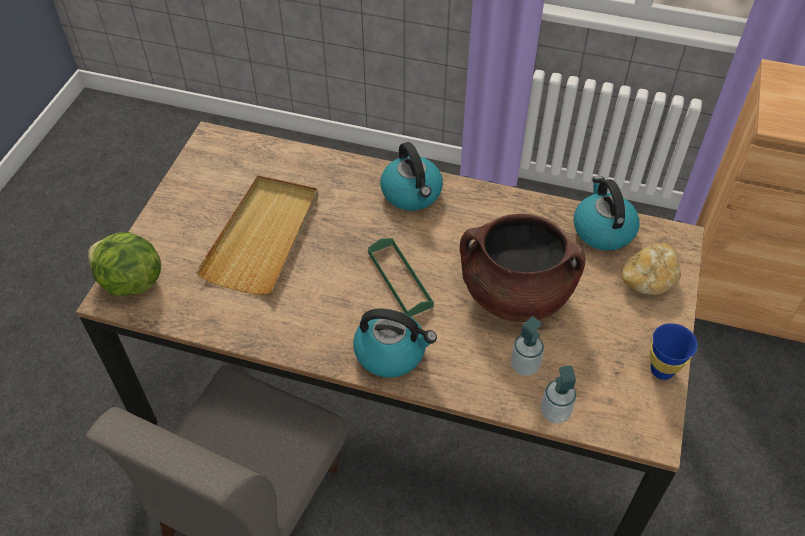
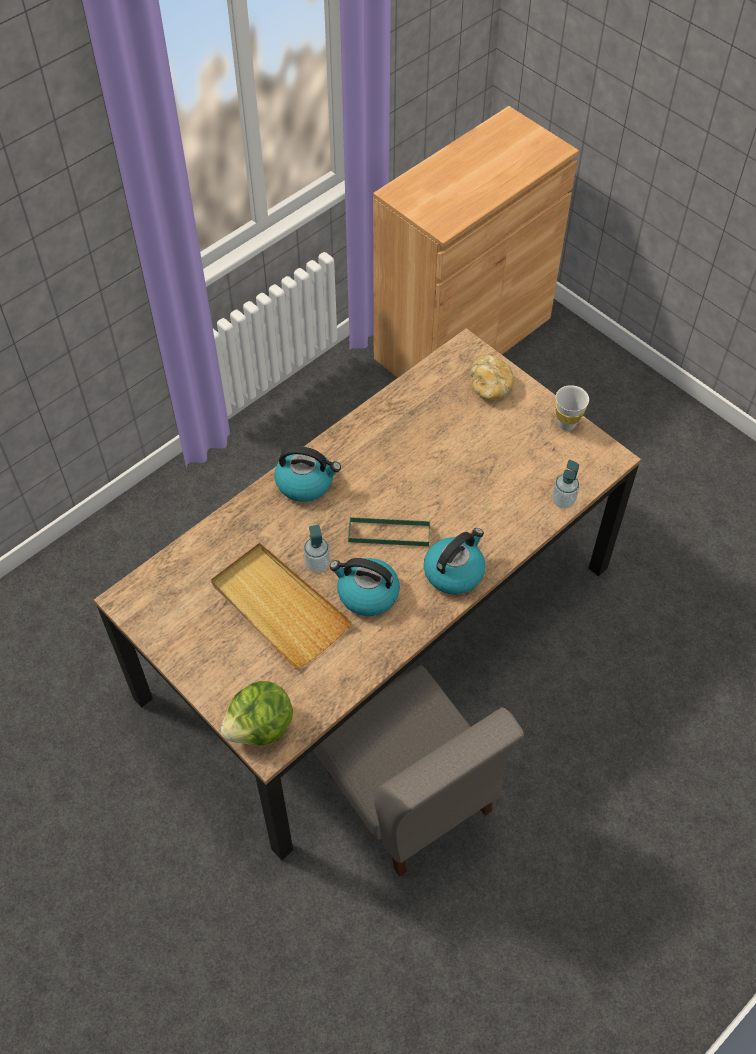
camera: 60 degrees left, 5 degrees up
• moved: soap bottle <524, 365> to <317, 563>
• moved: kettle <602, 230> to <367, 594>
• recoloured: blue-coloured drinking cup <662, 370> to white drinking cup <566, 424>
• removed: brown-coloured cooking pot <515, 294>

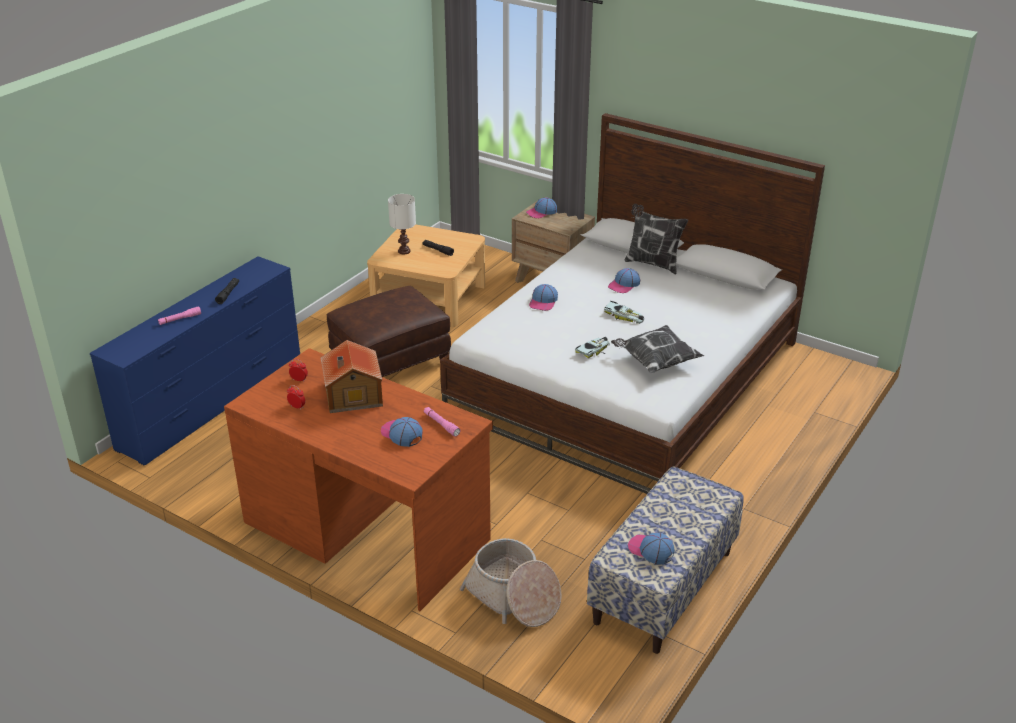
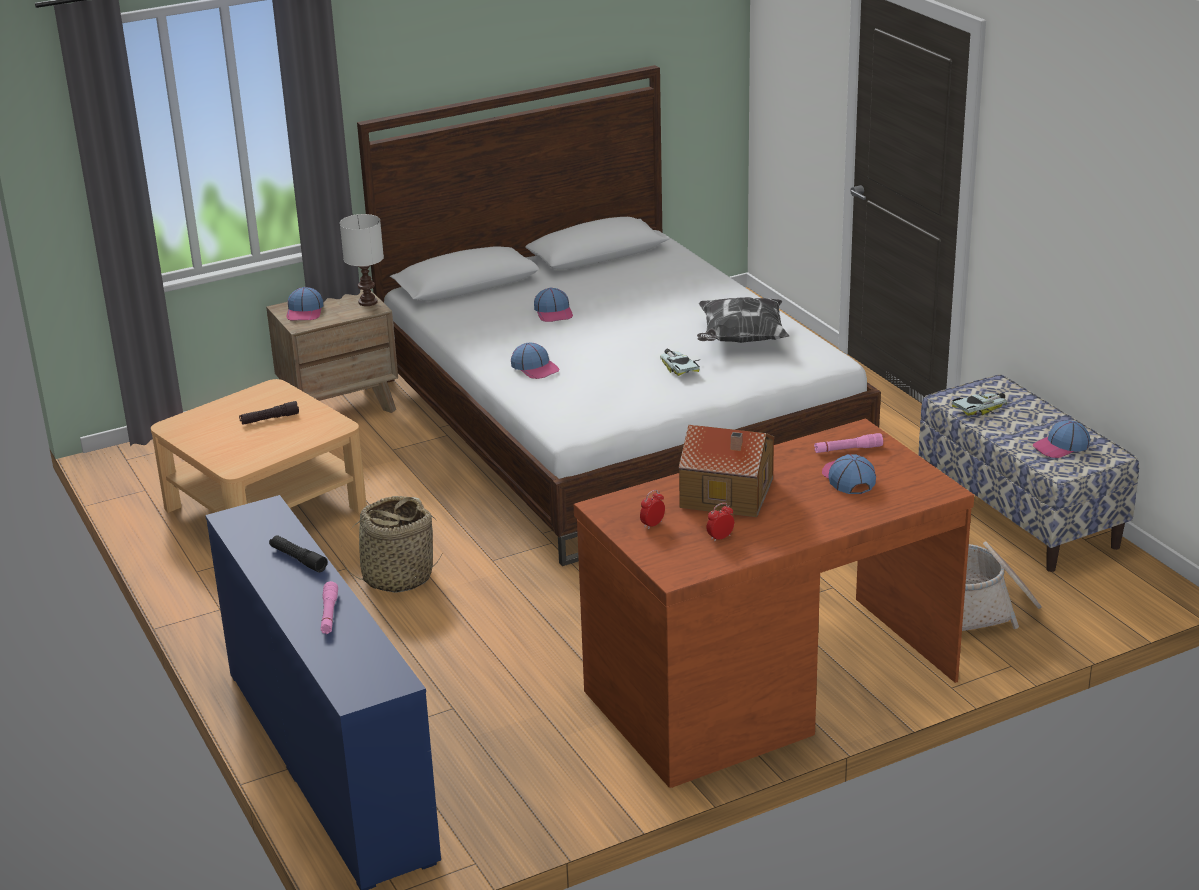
camera: 60 degrees left, 5 degrees down
• moved: white tabletop lamp <404, 251> to <368, 302>
• replaced: brown-coloured ottoman <391, 362> to storage basket <397, 577>
• turned: baseball cap <401, 434> = <847, 478> 90 degrees clockwise
• moved: model car <624, 316> to <981, 408>
• removed: pillow <652, 263>

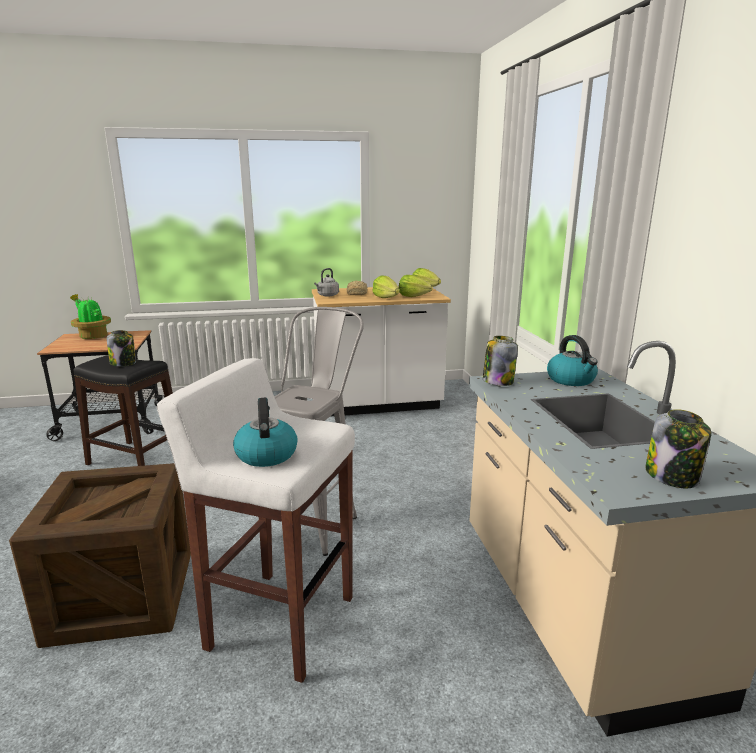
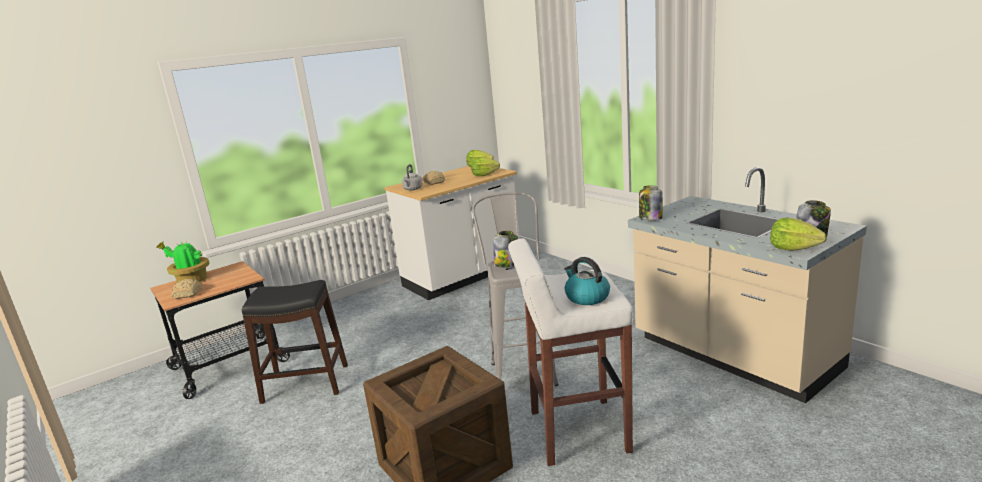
camera: 25 degrees left, 0 degrees up
• added: bread <188, 294>
• moved: jar <123, 363> to <506, 264>
• moved: lettuce <386, 298> to <793, 248>
• removed: kettle <571, 380>

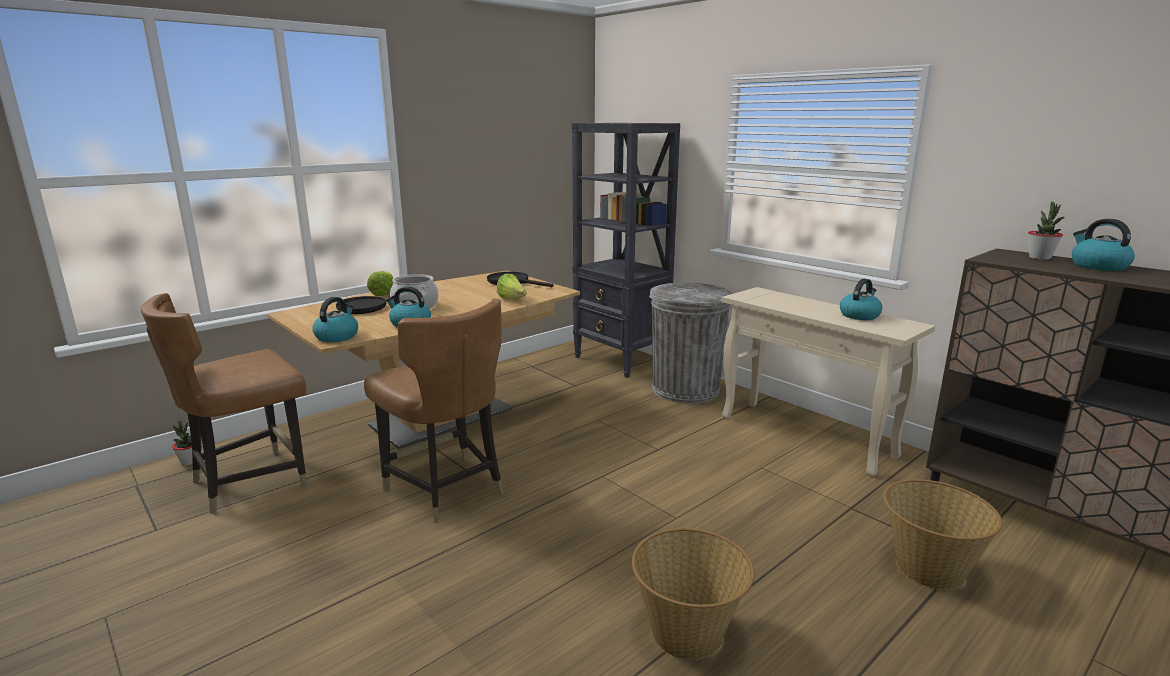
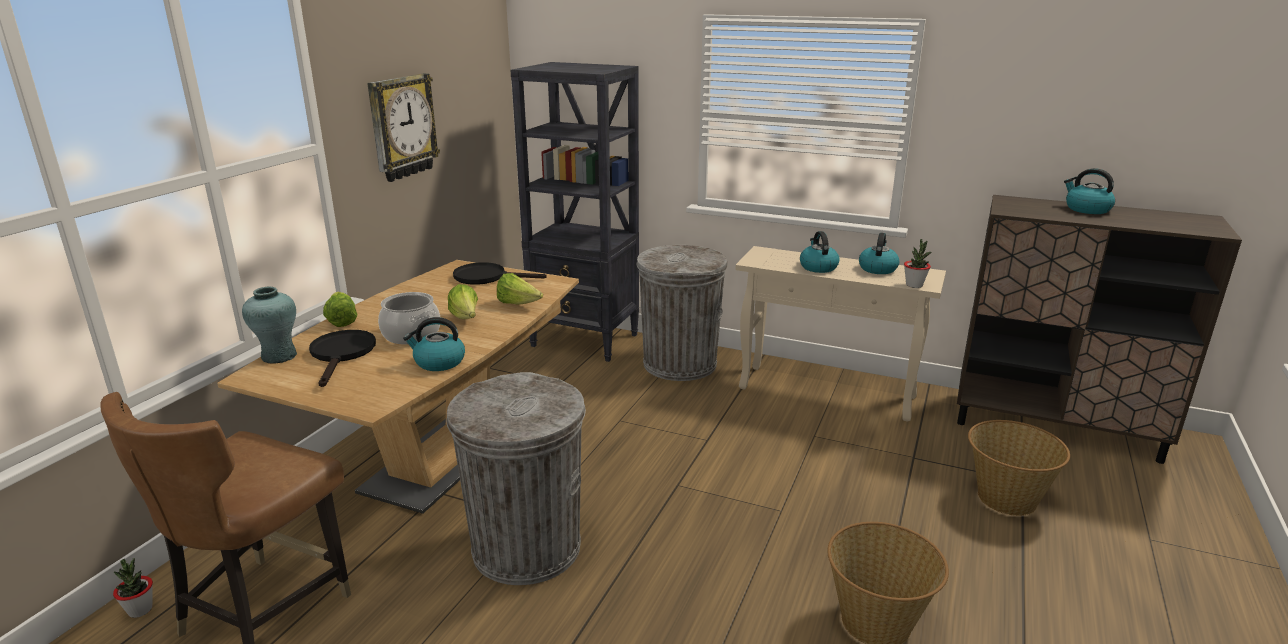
camera: 25 degrees left, 5 degrees up
• added: turquoise decorative vase <279, 356>
• added: hanging clock <402, 127>
• replaced: brown-coloured upright chair <446, 489> to grey waste bin <526, 548>
• added: lettuce <466, 318>
• moved: kettle <337, 336> to <818, 267>
• moved: potted plant <1039, 258> to <914, 285>

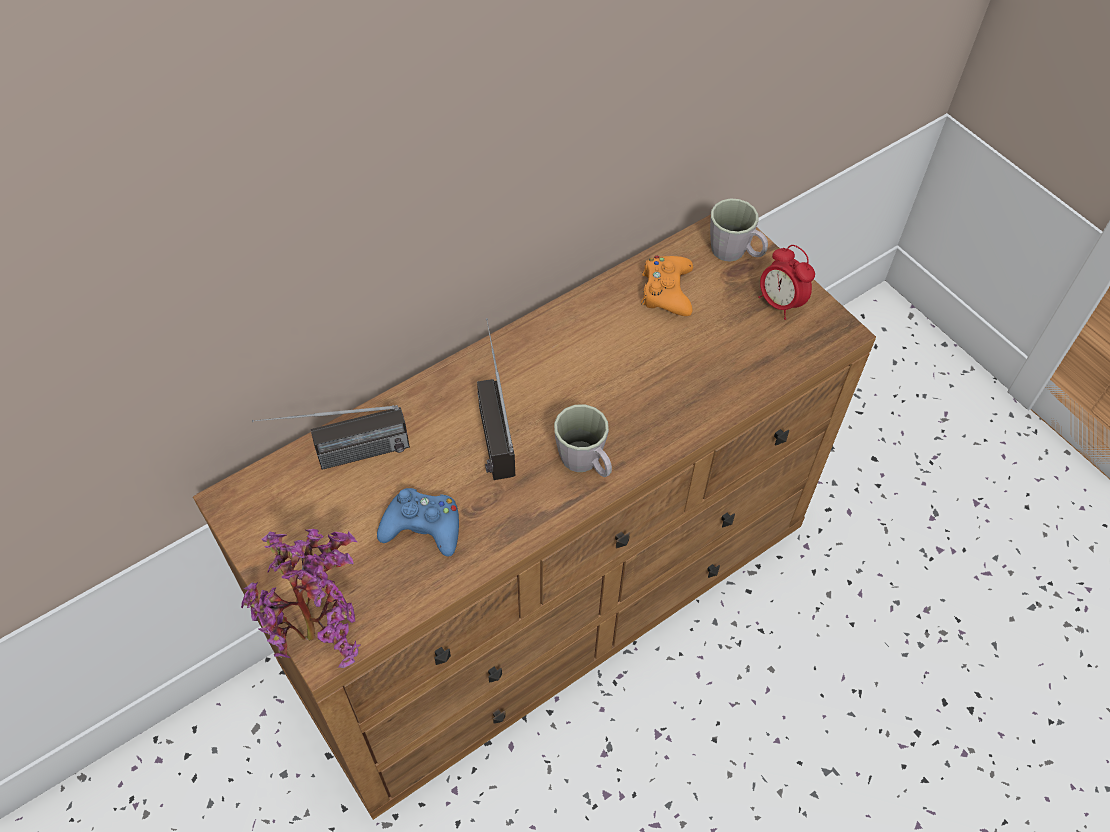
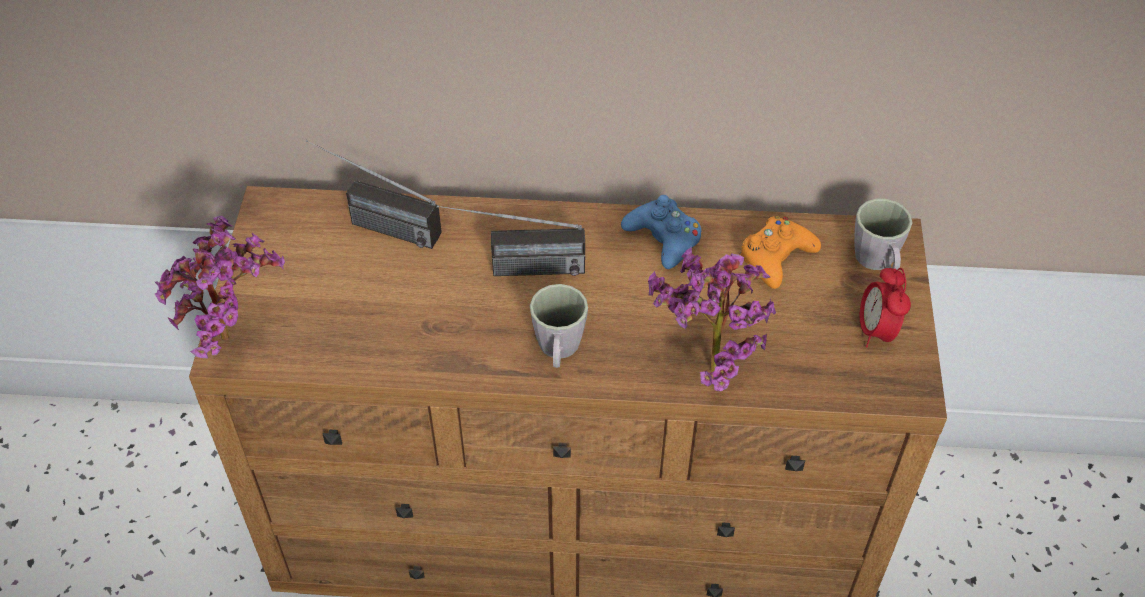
camera: 40 degrees right, 5 degrees down
• turned: radio <490, 422> = <513, 269> 120 degrees counterclockwise
• moved: blue-coloured joypad <423, 527> to <664, 238>
• added: potted plant <706, 365>

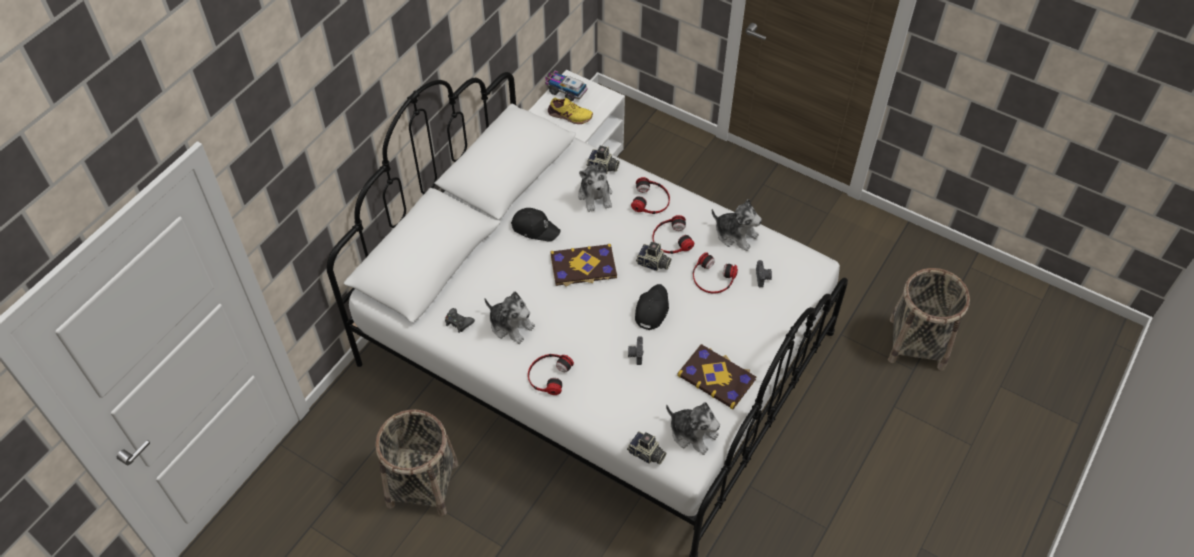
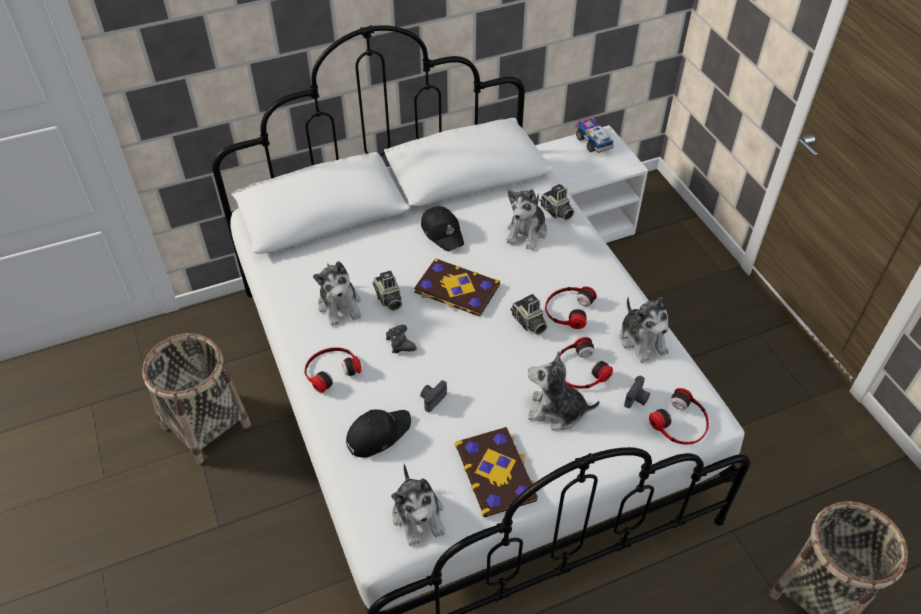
camera: 35 degrees right, 5 degrees down
• moved: black-coloured baseball cap <651, 309> to <377, 434>
• moved: still camera <646, 454> to <388, 299>
• moved: black-coloured joypad <458, 322> to <400, 343>
• added: plush toy <556, 411>
• moved: headset <651, 200> to <681, 423>
• removed: yellowish low shoe <569, 116>

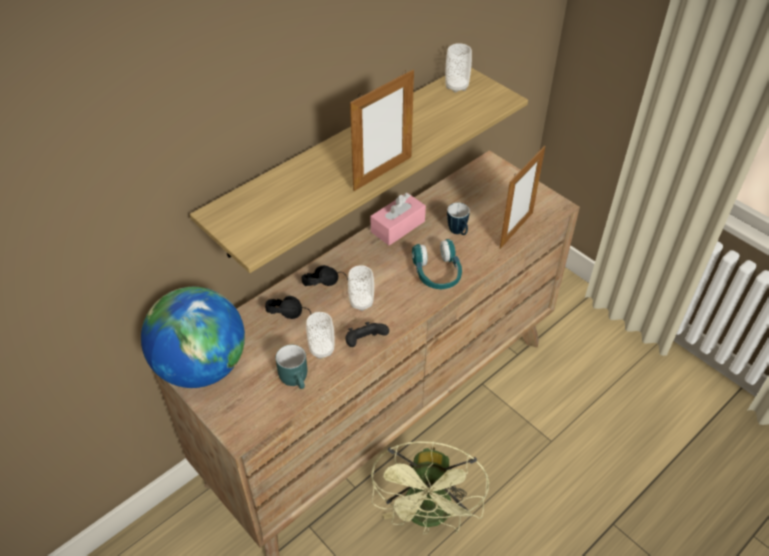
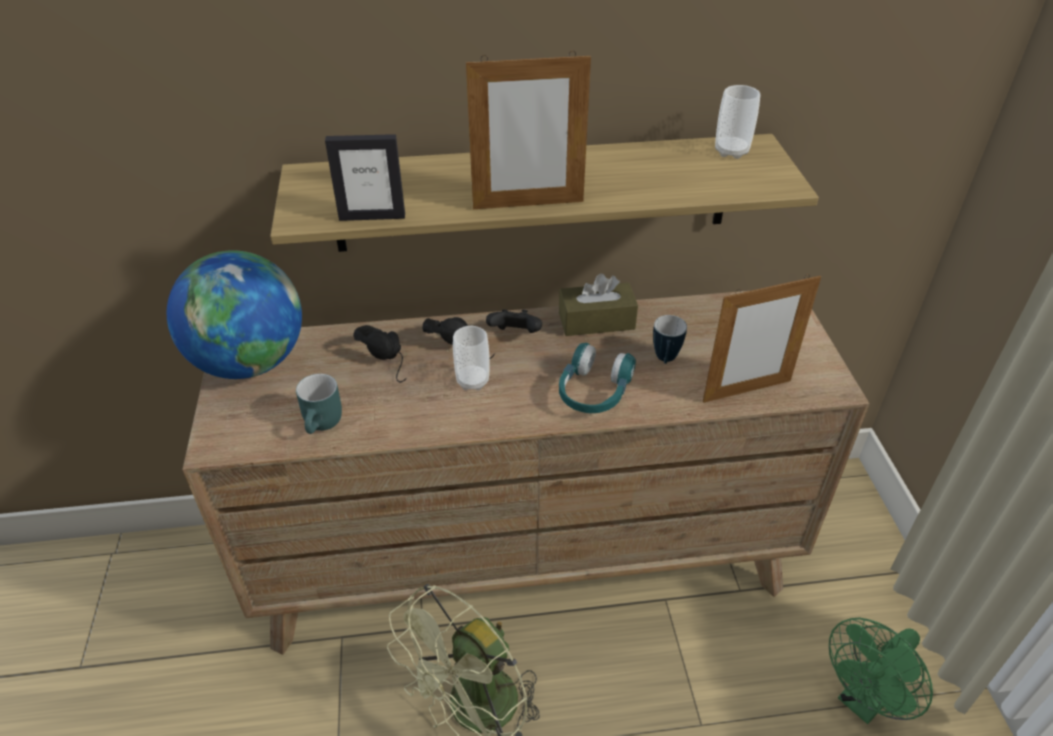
camera: 35 degrees right, 5 degrees down
• added: standing frame <372, 216>
• moved: black-coloured joypad <365, 342> to <515, 335>
• recoloured: pink-coloured tissue box <398, 226> to brown-coloured tissue box <596, 321>
• added: greenish electric fan <863, 701>
• removed: drinking cup <322, 349>

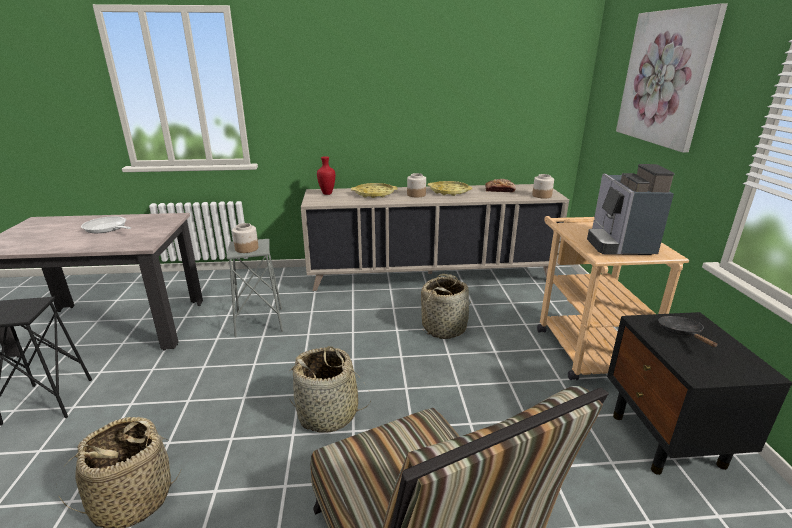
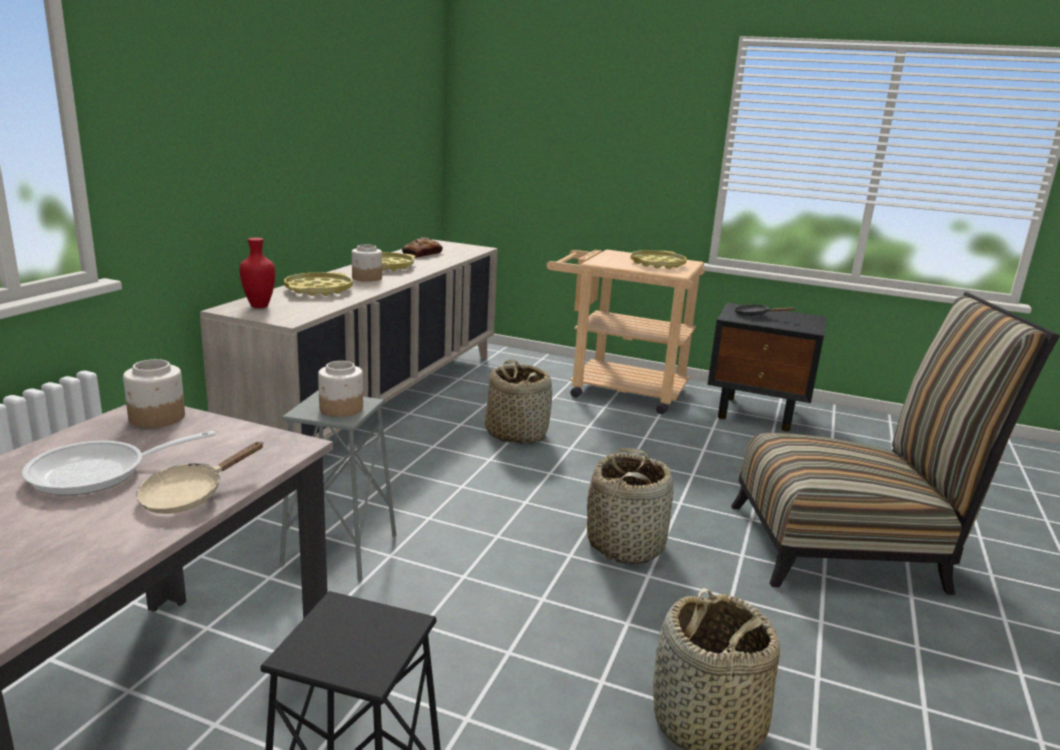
camera: 65 degrees left, 5 degrees down
• moved: jar <541, 195> to <157, 418>
• added: beige-coloured pan <189, 495>
• replaced: coffee machine <618, 244> to yellowish tray <657, 264>
• removed: wall art <665, 78>

